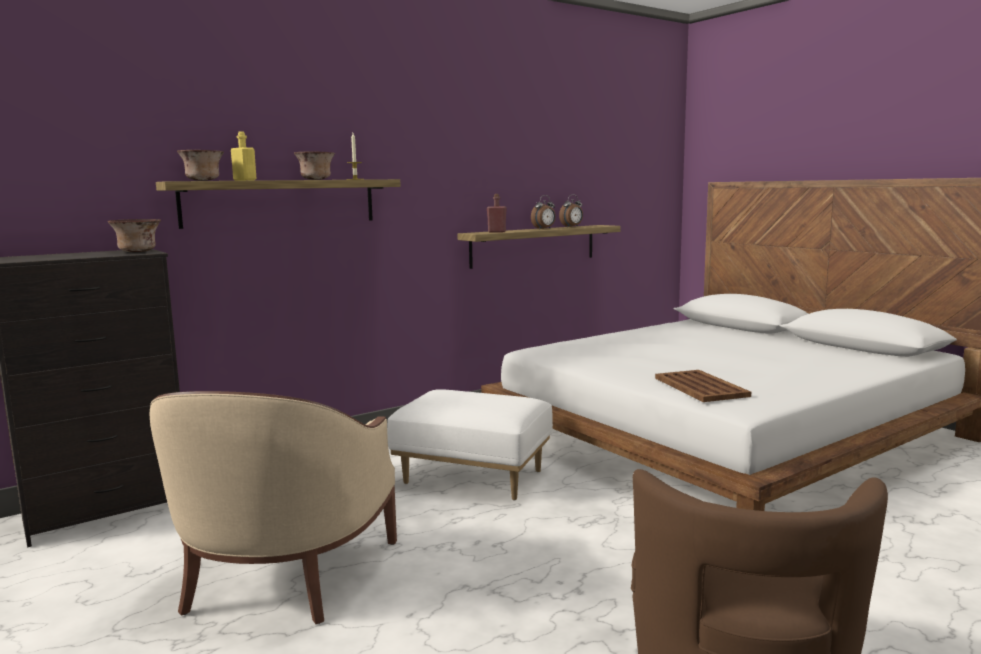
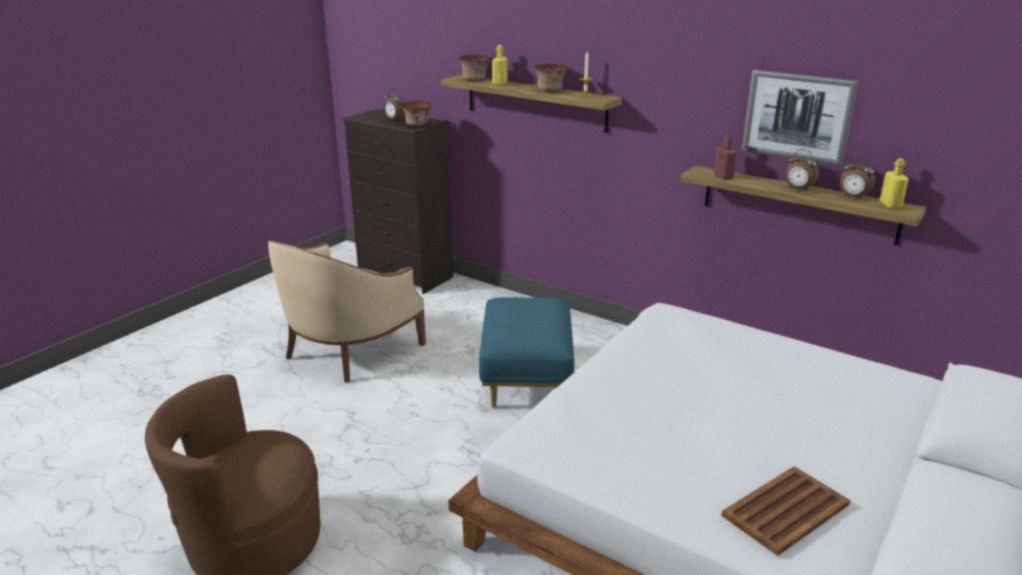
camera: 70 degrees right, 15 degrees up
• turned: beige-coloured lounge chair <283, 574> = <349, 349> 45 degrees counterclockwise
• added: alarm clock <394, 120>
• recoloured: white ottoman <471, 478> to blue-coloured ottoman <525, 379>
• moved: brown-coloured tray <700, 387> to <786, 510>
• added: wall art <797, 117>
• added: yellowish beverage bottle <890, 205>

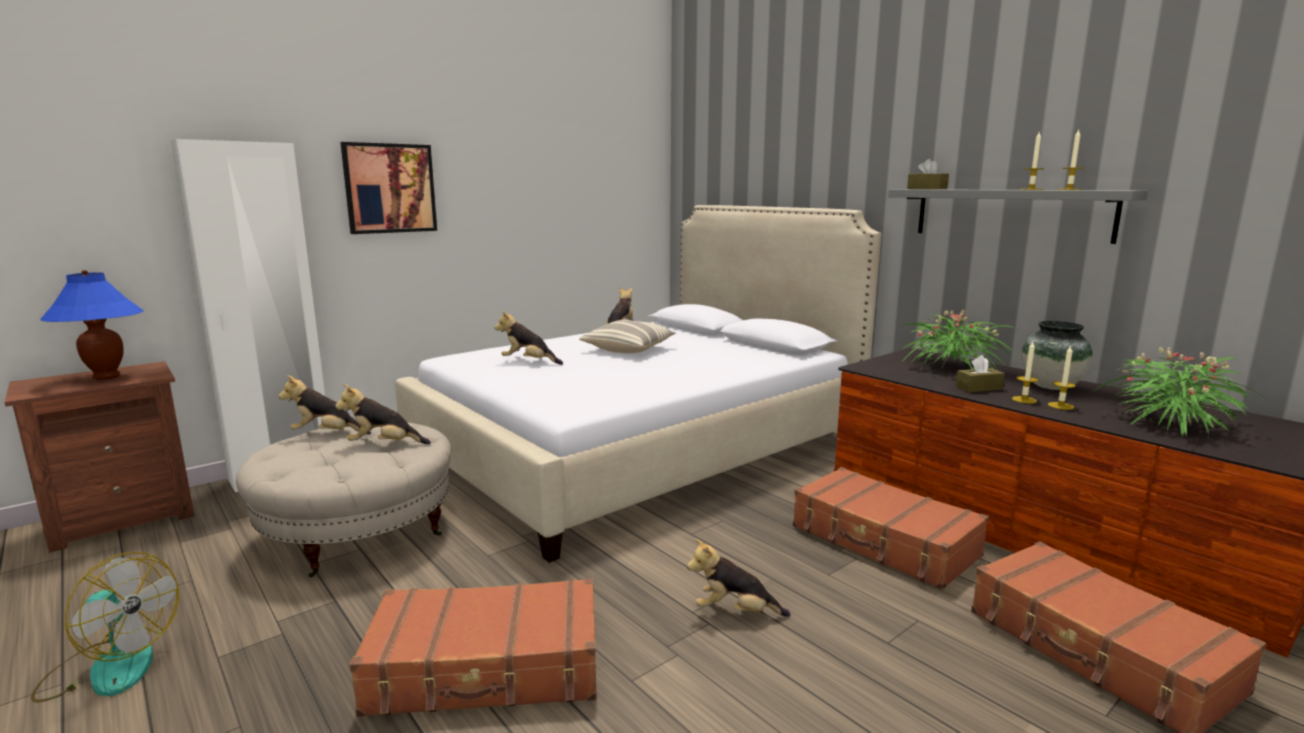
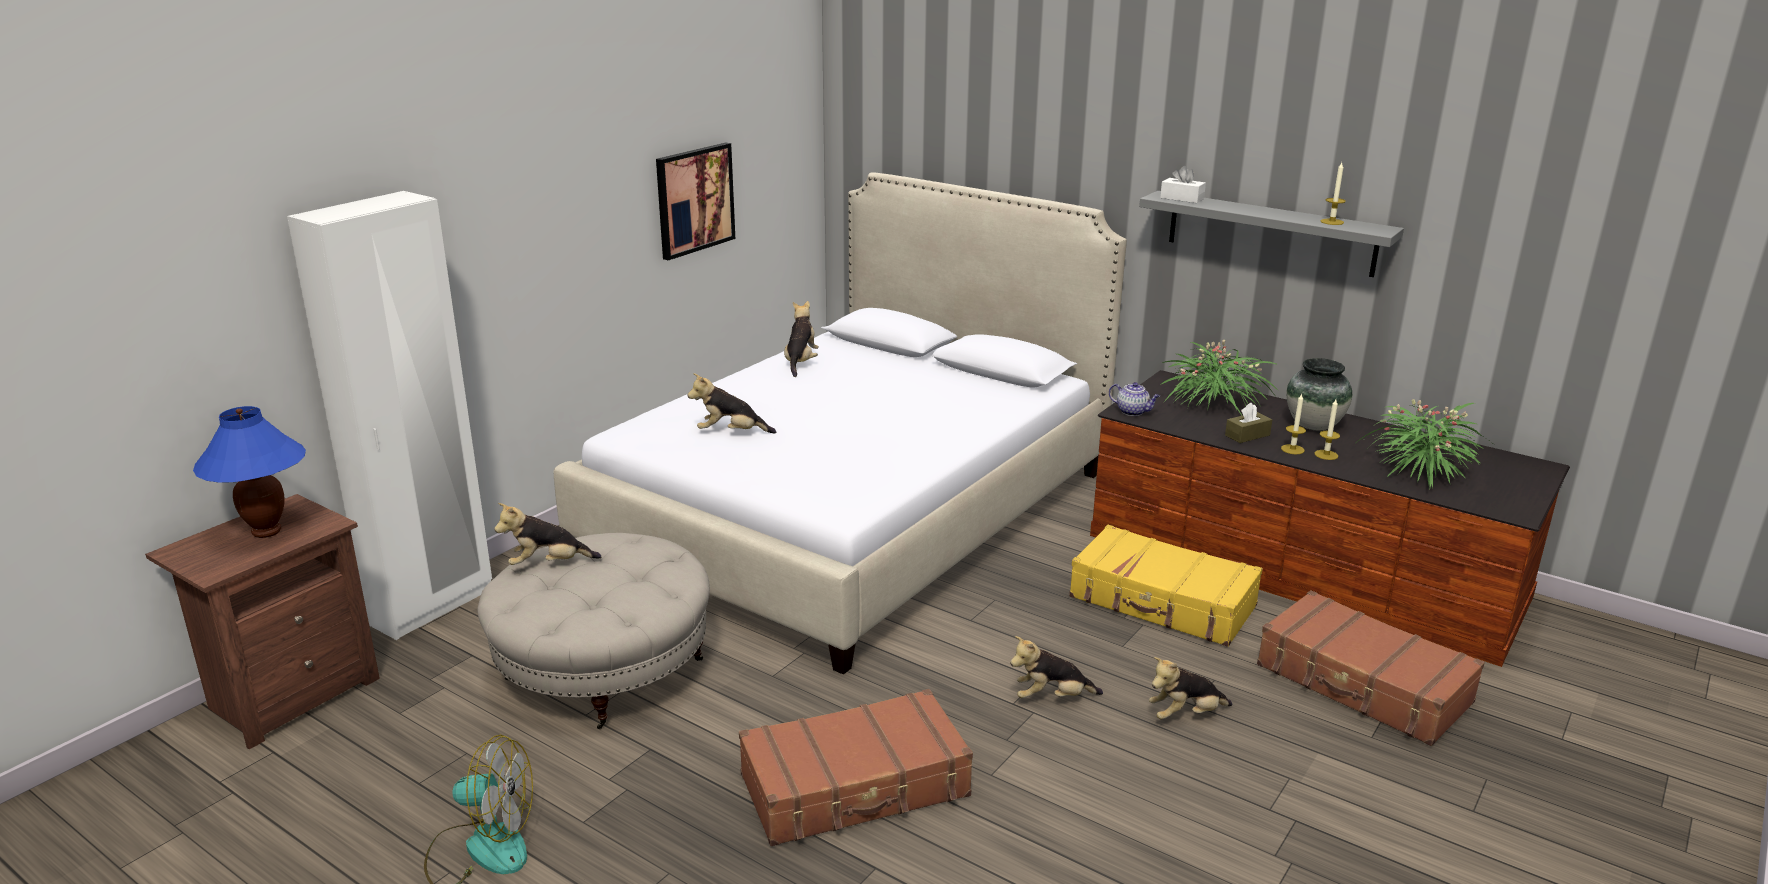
camera: 15 degrees left, 10 degrees up
• moved: wall art <390, 188> to <694, 200>
• recoloured: brown-coloured suitcase <883, 542> to yellowish suitcase <1162, 602>
• added: teapot <1133, 412>
• moved: plush toy <384, 445> to <1185, 715>
• recoloured: brown-coloured tissue box <927, 189> to white tissue box <1182, 198>
• removed: pillow <629, 349>
• removed: wax light <1031, 189>

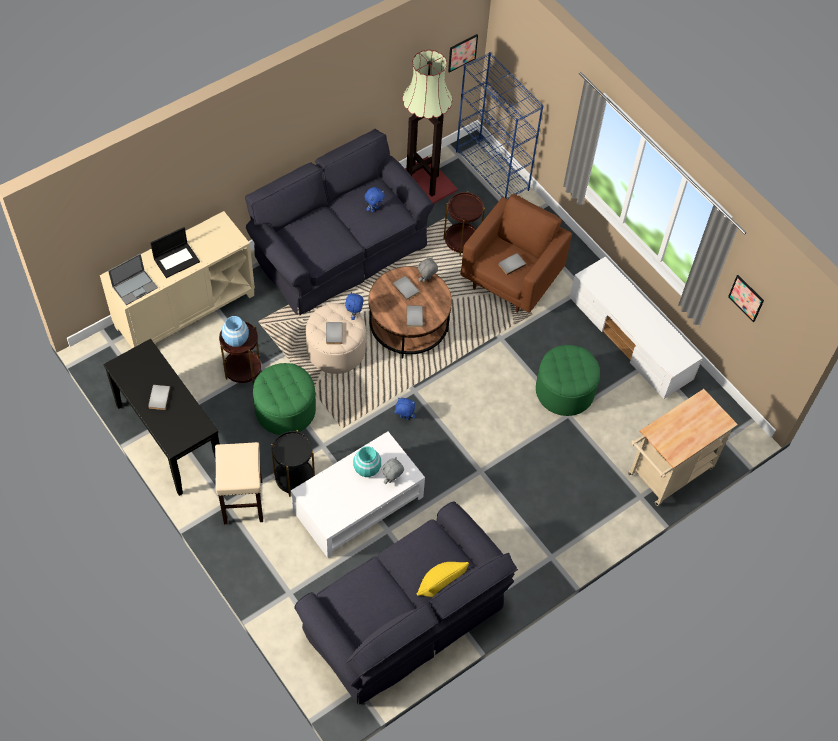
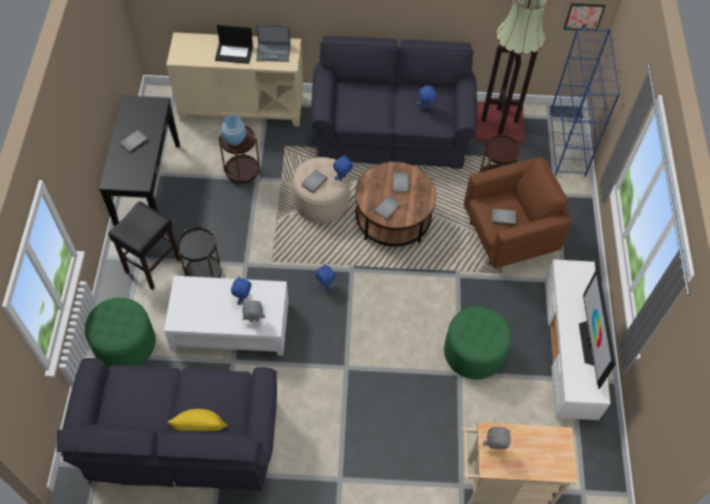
camera: 40 degrees right, 0 degrees up
• moved: greenish ottoman <285, 410> to <125, 343>
• recoloured: beige-coloured stool seat <243, 502> to black-coloured stool seat <152, 266>
• replaced: turquoise decorative vase <367, 469> to blue-coloured plush toy <243, 299>
• moved: notebook computer <135, 287> to <273, 52>
• moved: grey plush toy <426, 280> to <494, 447>
• added: TV set <591, 343>
• removed: wall art <746, 298>

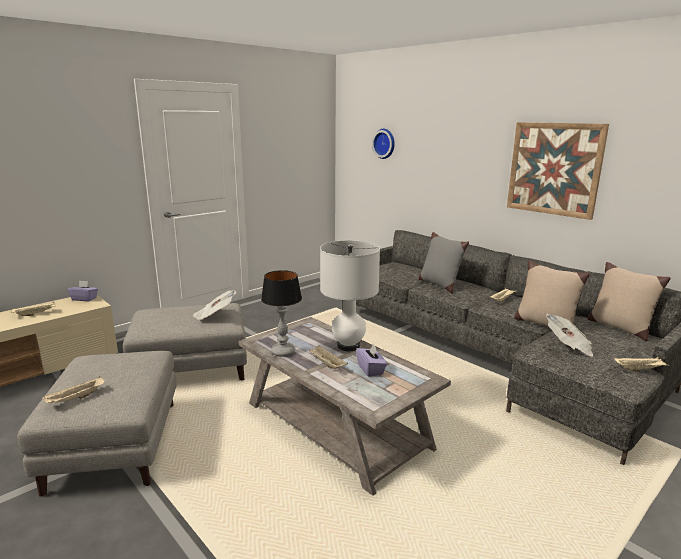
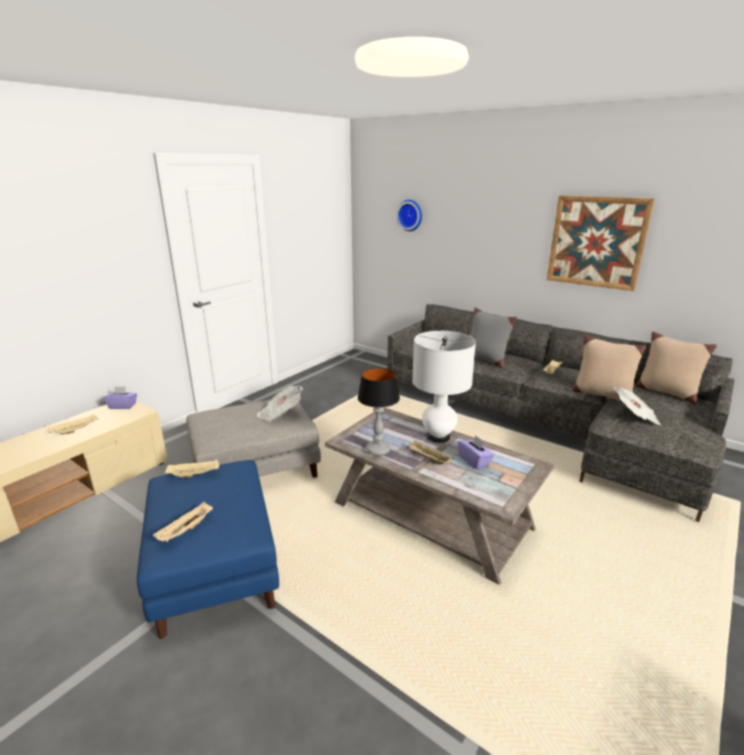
camera: 10 degrees left, 5 degrees up
• recoloured: grey ottoman <115, 444> to blue-coloured ottoman <214, 566>
• moved: beige-coloured tray <639, 369> to <195, 474>

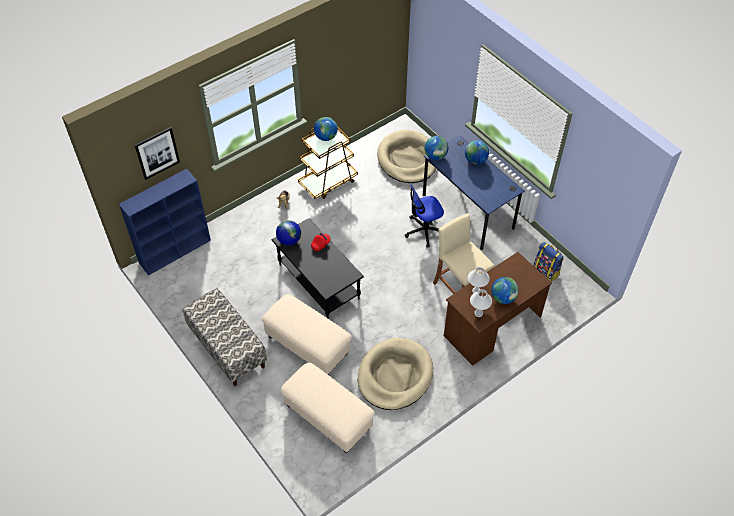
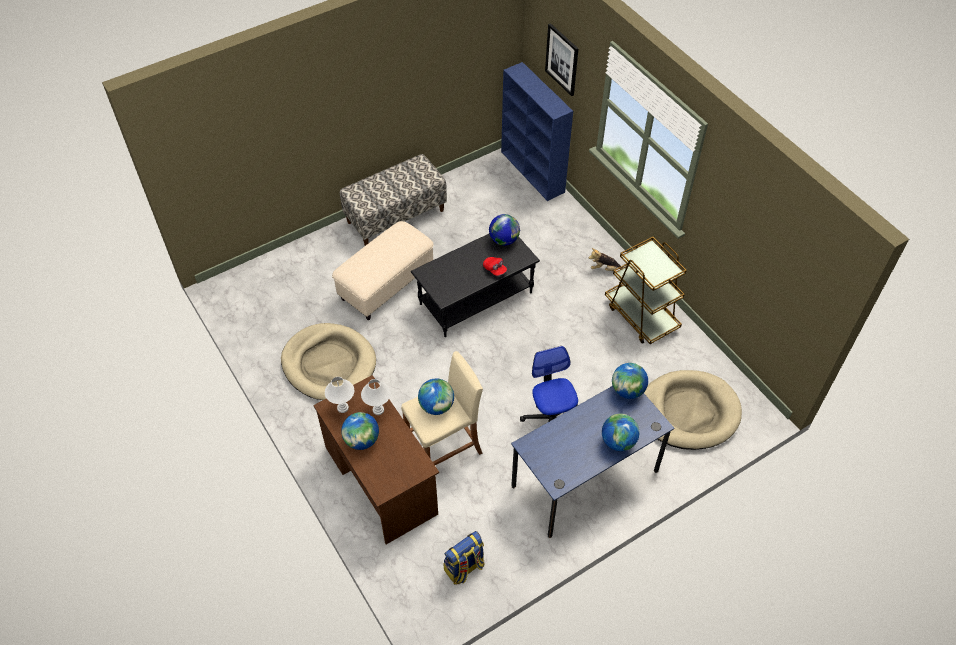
camera: 95 degrees right, 0 degrees up
• moved: globe <326, 137> to <436, 406>
• removed: beige-coloured ottoman <327, 417>

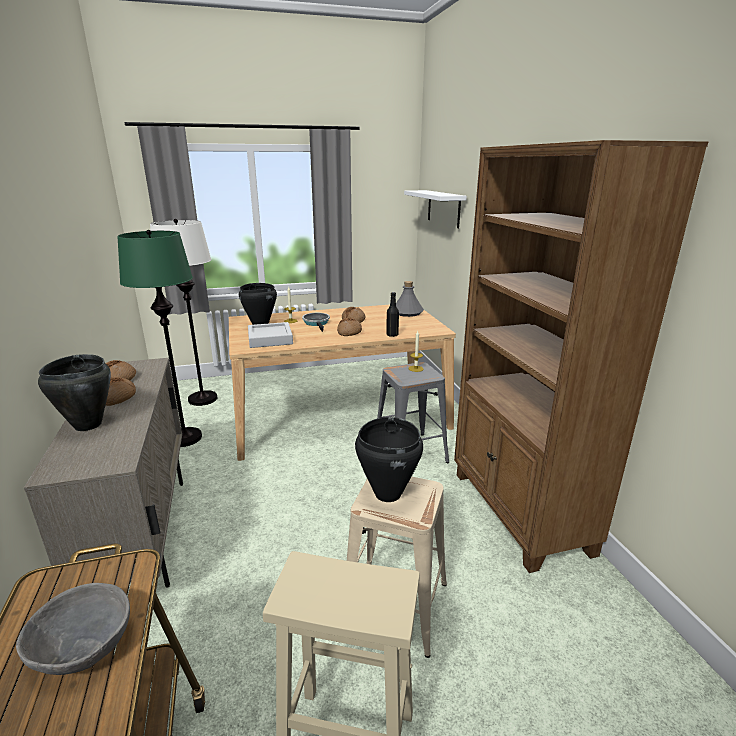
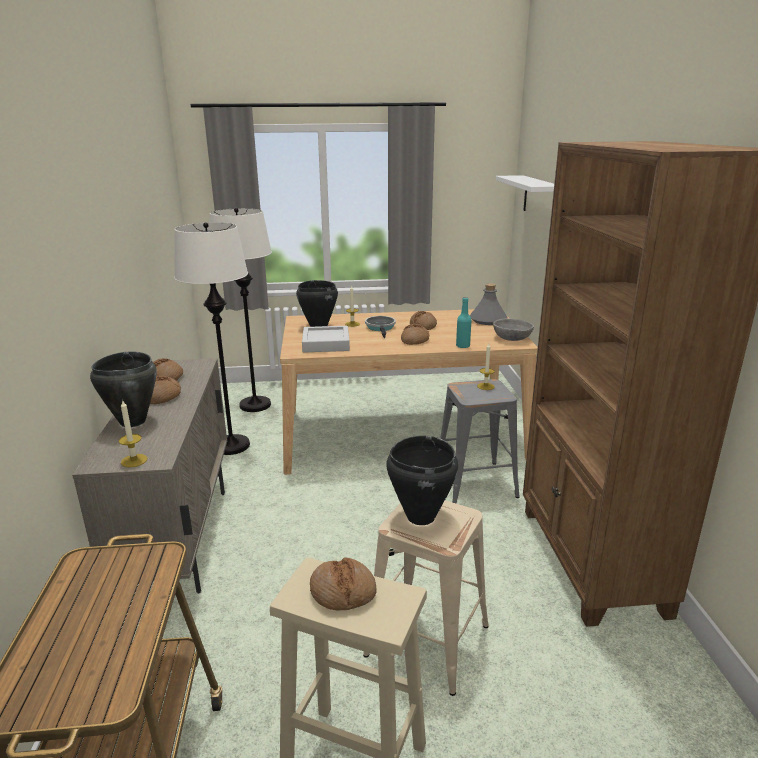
camera: 10 degrees right, 0 degrees up
• added: wax light <134, 460>
• recoloured: greenish standing lamp <184, 438> to white standing lamp <231, 446>
• added: bread <343, 591>
• recoloured: black-coloured beverage bottle <392, 335> to turquoise beverage bottle <463, 346>
• moved: grey serving bowl <83, 646> to <511, 338>

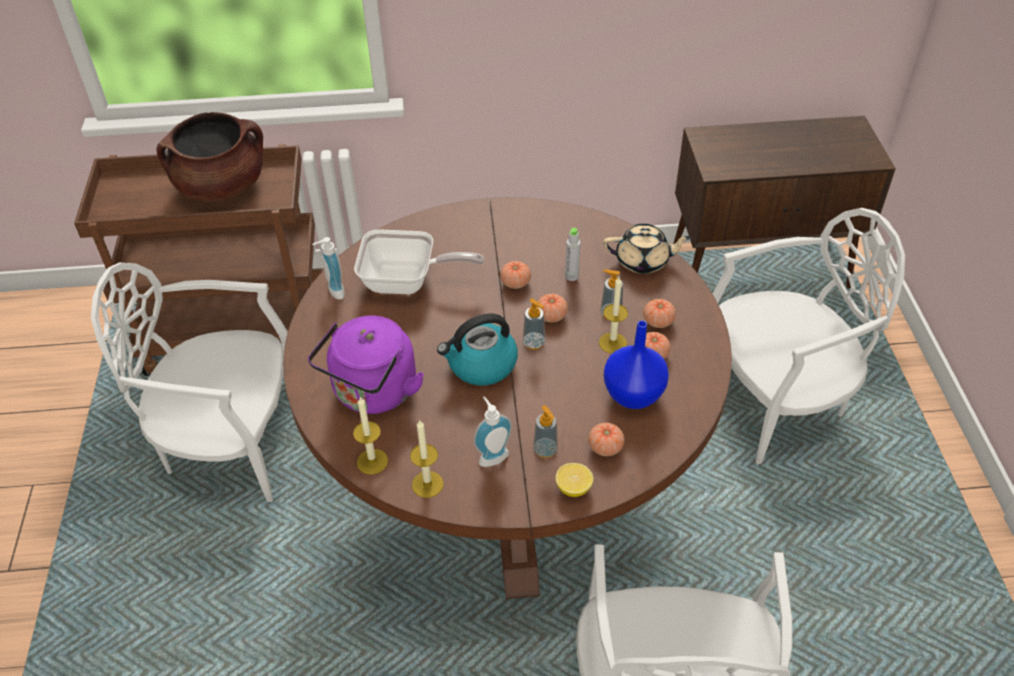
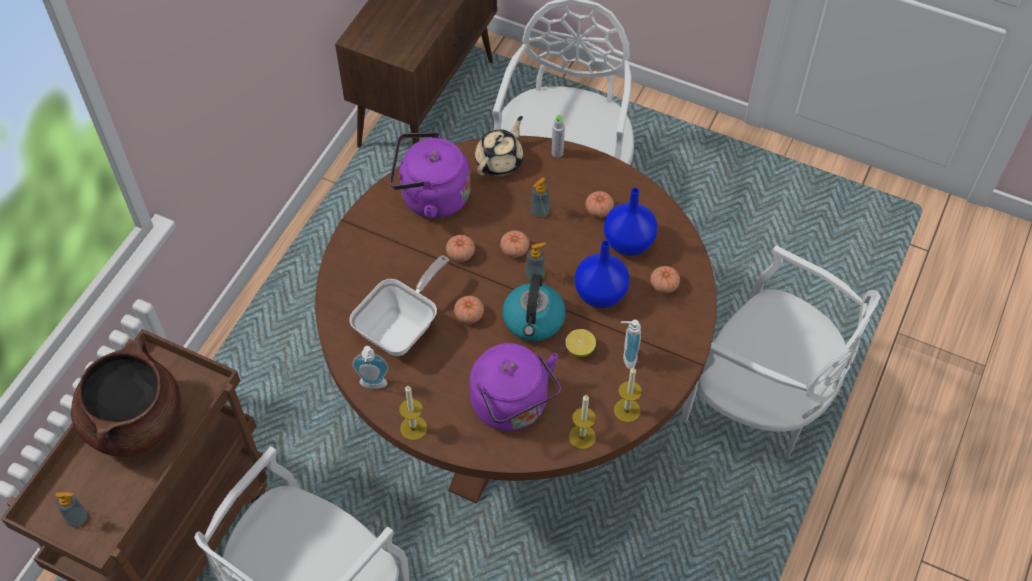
camera: 60 degrees left, 10 degrees up
• moved: soap bottle <545, 450> to <77, 518>
• added: purple-coloured kettle <431, 197>
• moved: wax light <612, 343> to <413, 428>
• moved: fresh tomato <658, 321> to <469, 315>
• moved: grey beverage bottle <571, 276> to <557, 153>
• moved: lemon <573, 488> to <580, 349>
• added: blue-coloured decorative vase <601, 294>

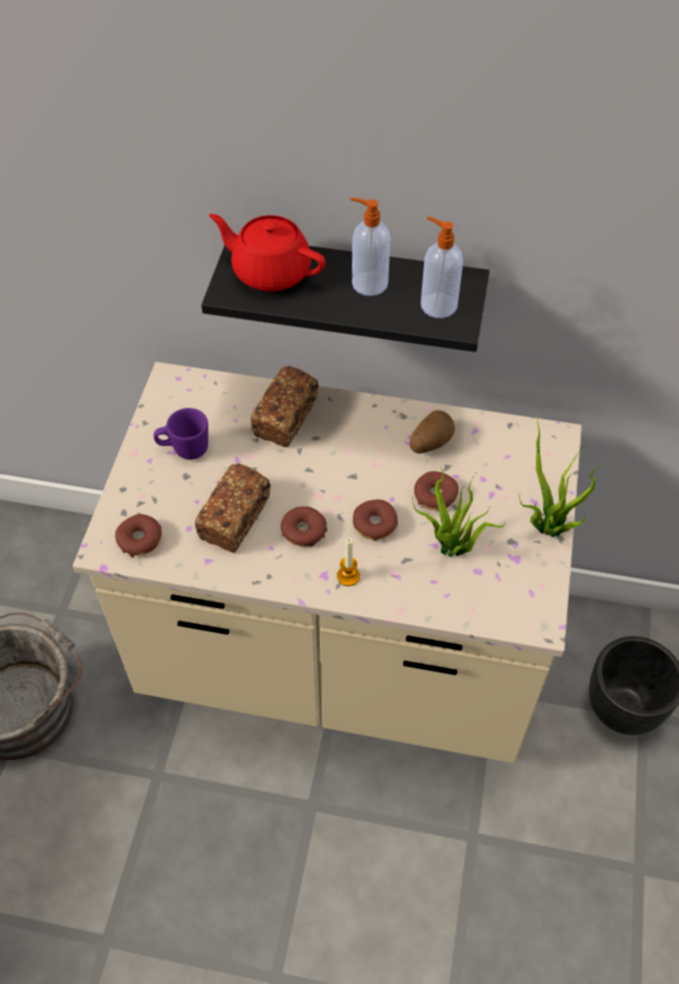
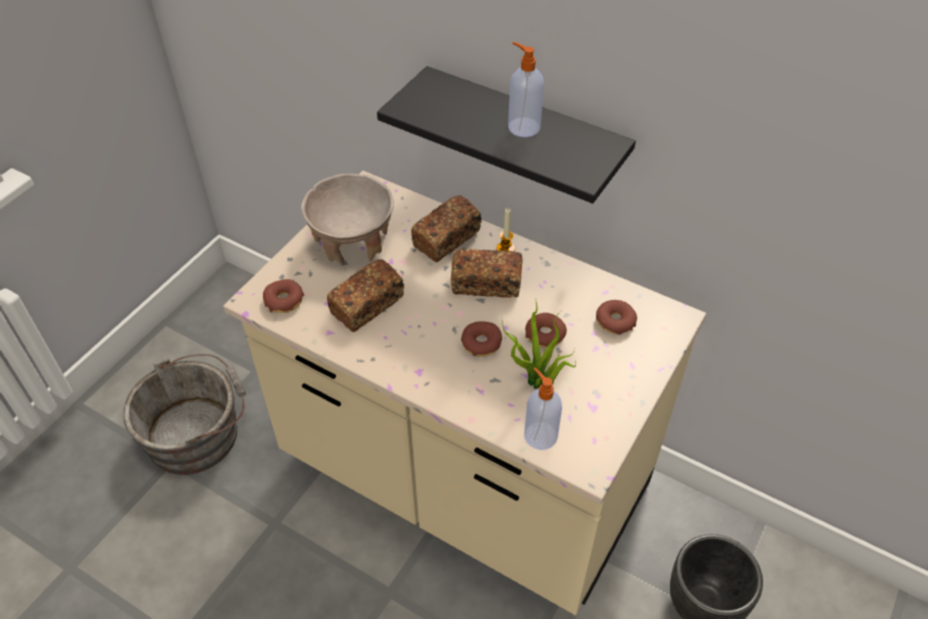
camera: 20 degrees right, 5 degrees down
• replaced: purple-coloured mug <184, 449> to beige-coloured serving bowl <352, 242>
• added: bread <486, 284>
• moved: wax light <348, 576> to <505, 249>
• moved: soap bottle <437, 305> to <539, 435>
• moved: donut <303, 531> to <615, 321>
• removed: red-coloured teapot <270, 271>
• removed: spud <430, 442>
• removed: potted plant <546, 528>

